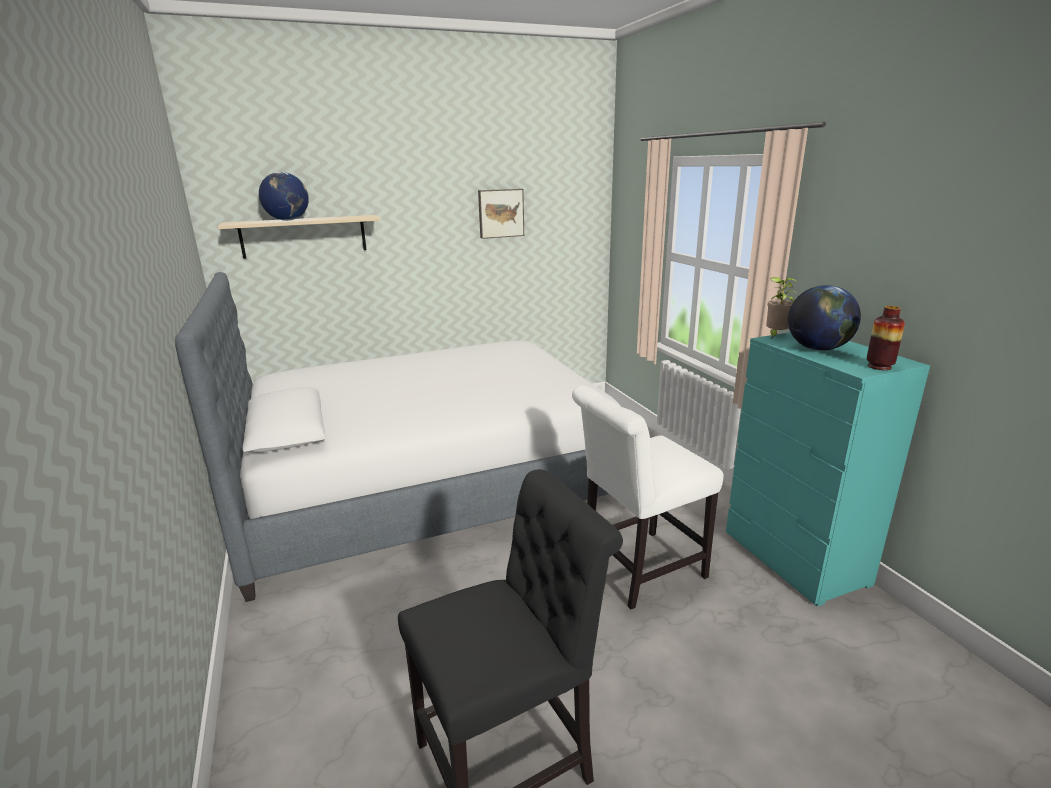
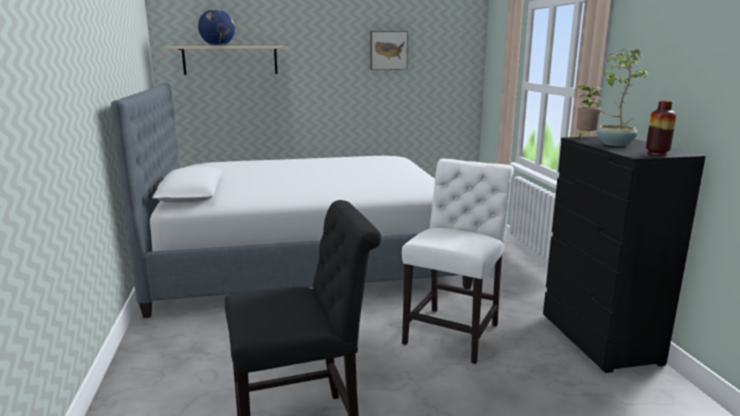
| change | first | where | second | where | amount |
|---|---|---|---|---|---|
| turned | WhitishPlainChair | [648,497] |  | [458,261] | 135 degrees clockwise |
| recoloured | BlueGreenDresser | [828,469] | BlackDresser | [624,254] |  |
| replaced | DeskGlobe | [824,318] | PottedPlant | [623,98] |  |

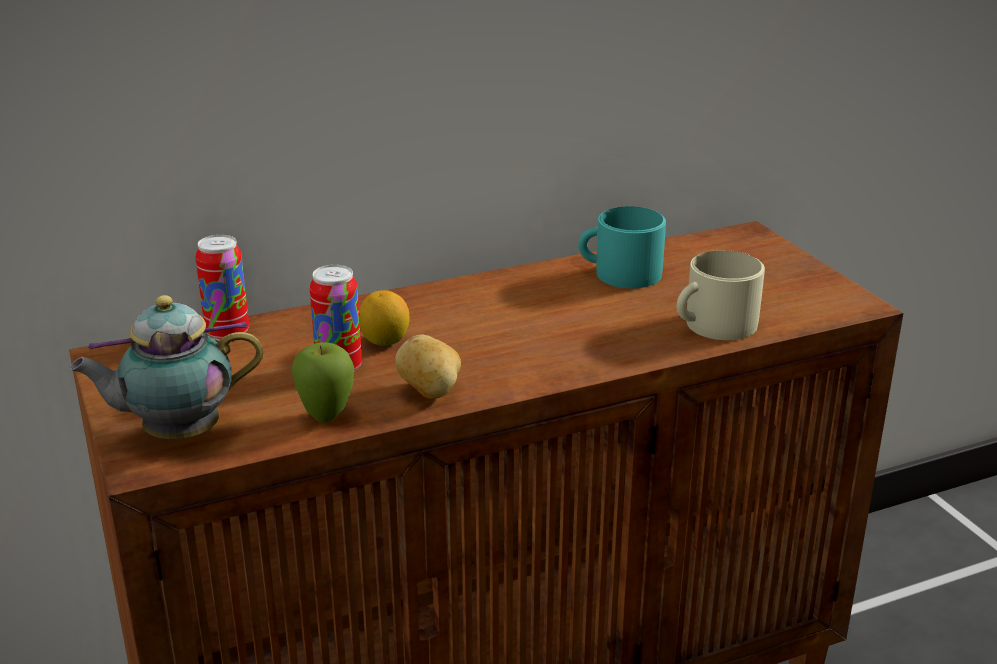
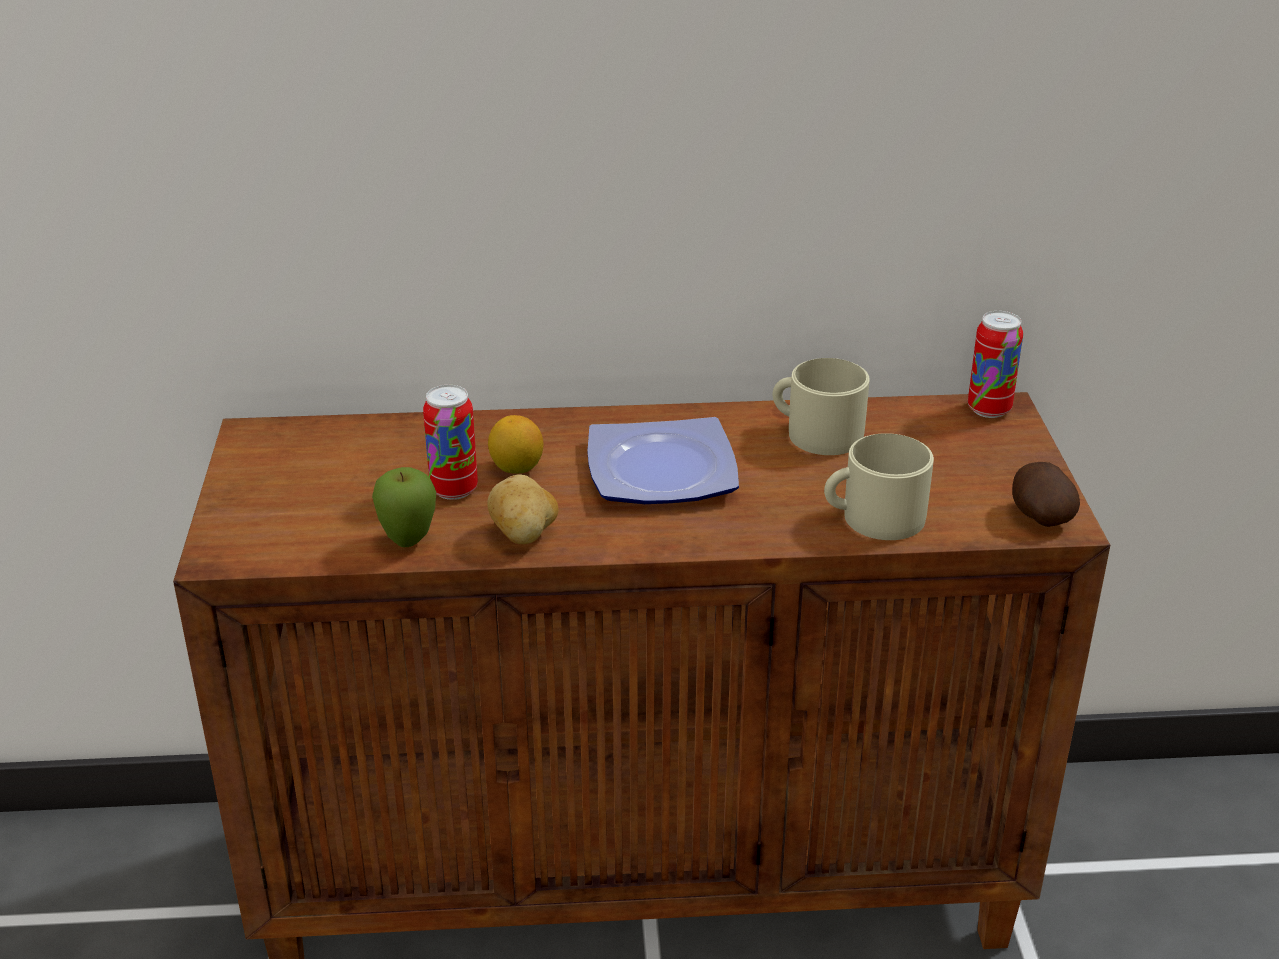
| change | first | where | second | where | amount |
|---|---|---|---|---|---|
| removed | Teapot | [166,367] |  |  |  |
| moved | MetalCan | [222,288] |  | [995,364] |  |
| recoloured | BlueGreenCoffeeMug | [622,247] | SandColouredCoffeeMug | [821,406] |  |
| added |  |  | Plate | [663,460] |  |
| added |  |  | WholePotato | [1046,494] |  |

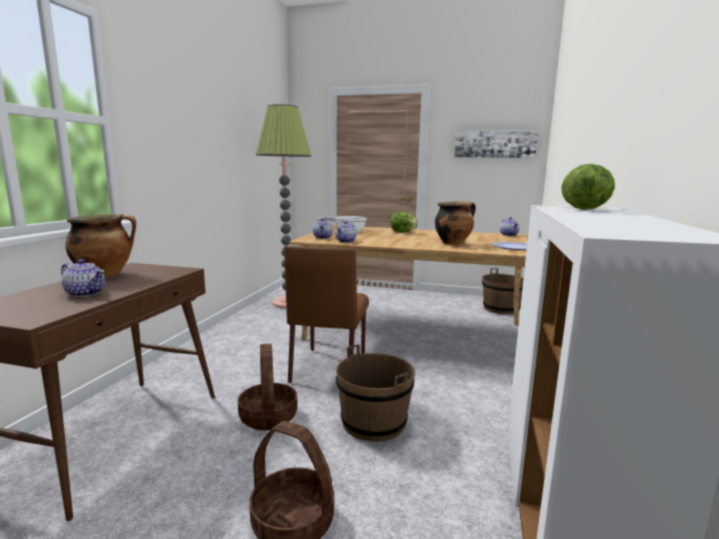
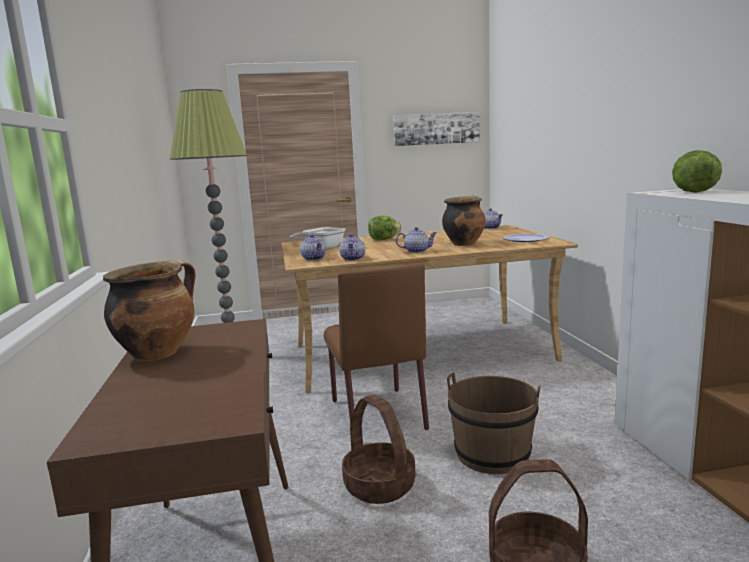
| change | first | where | second | where | amount |
|---|---|---|---|---|---|
| moved | Teapot | [83,278] |  | [416,240] |  |
| removed | BrownishBucket | [502,291] |  |  |  |

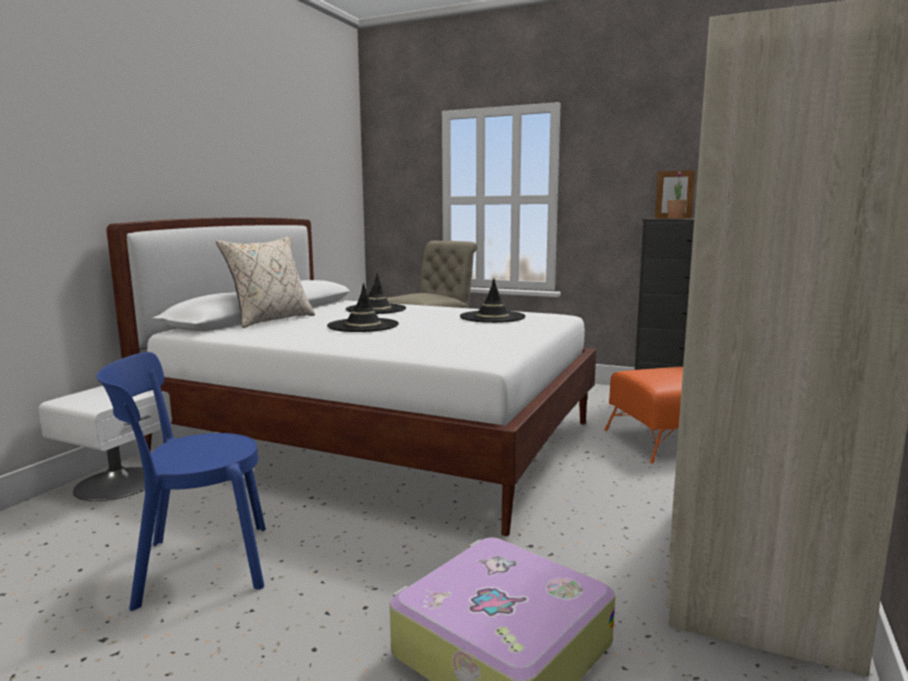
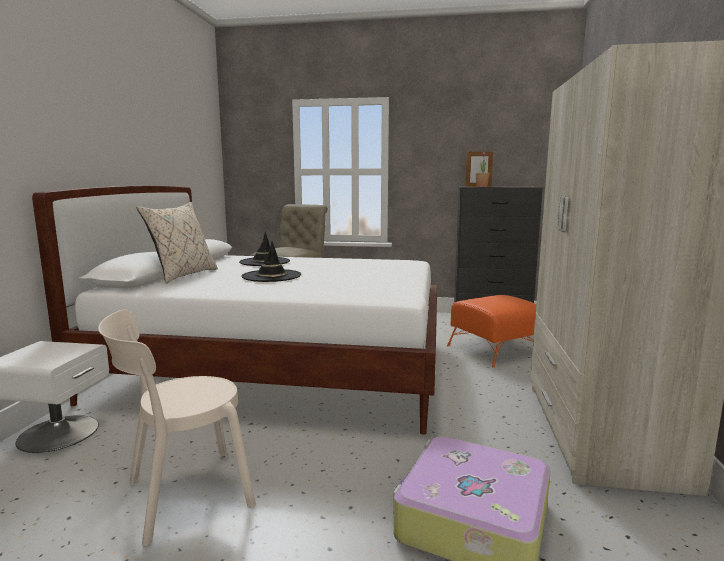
| change | first | where | second | where | amount |
|---|---|---|---|---|---|
| recoloured | BluePlainChair | [181,481] | SandColouredPlainChair | [177,428] |  |
| removed | BlackHat | [492,300] |  |  |  |

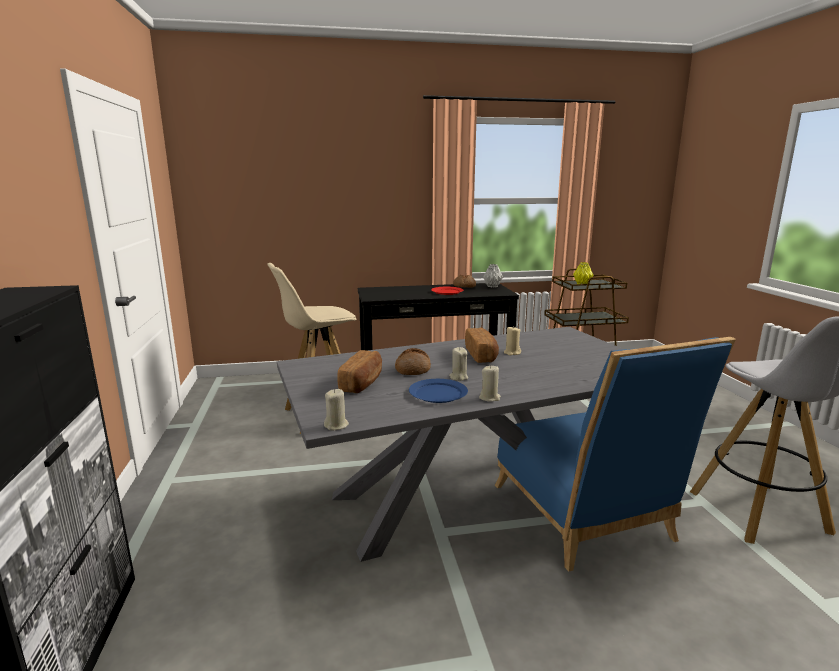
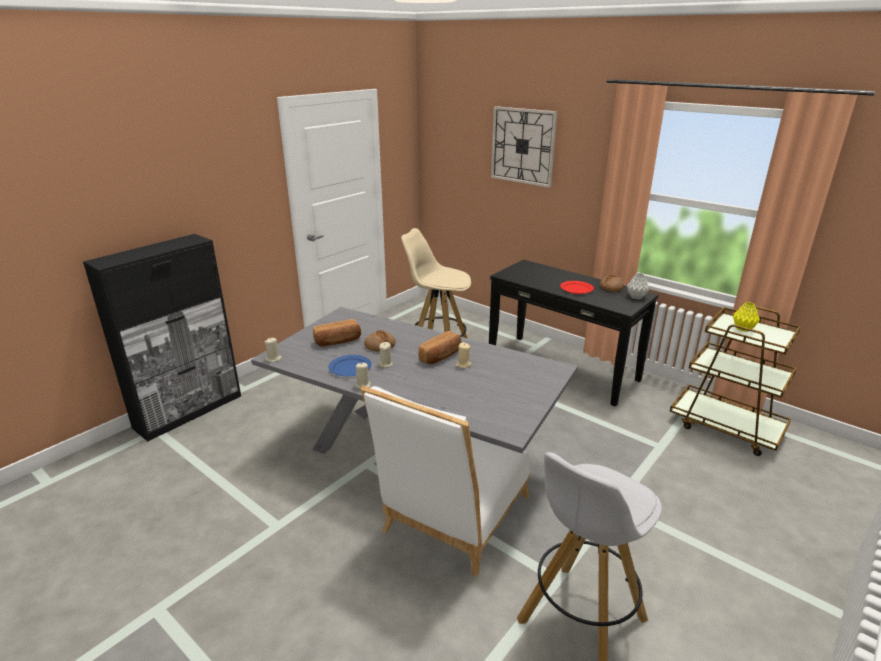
| change | first | where | second | where | amount |
|---|---|---|---|---|---|
| recoloured | BluePlainChair | [615,454] | WhitishPlainChair | [445,481] |  |
| added |  |  | WallClock | [524,146] |  |

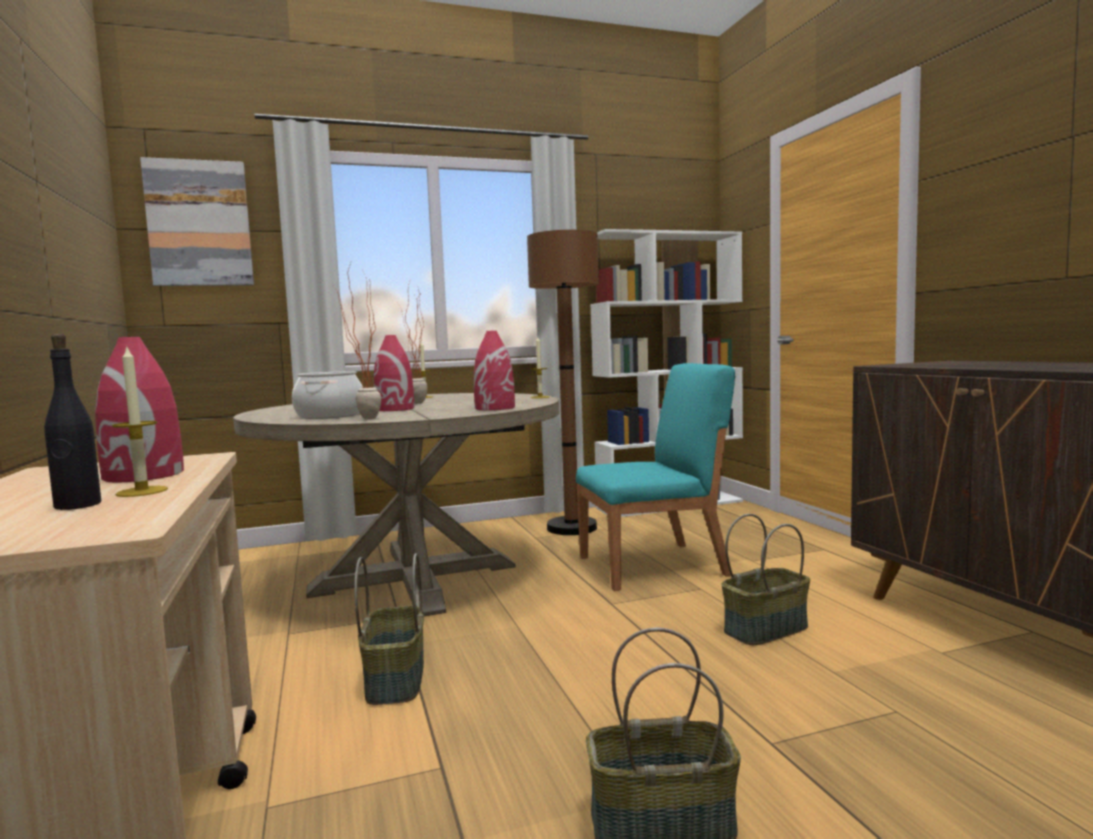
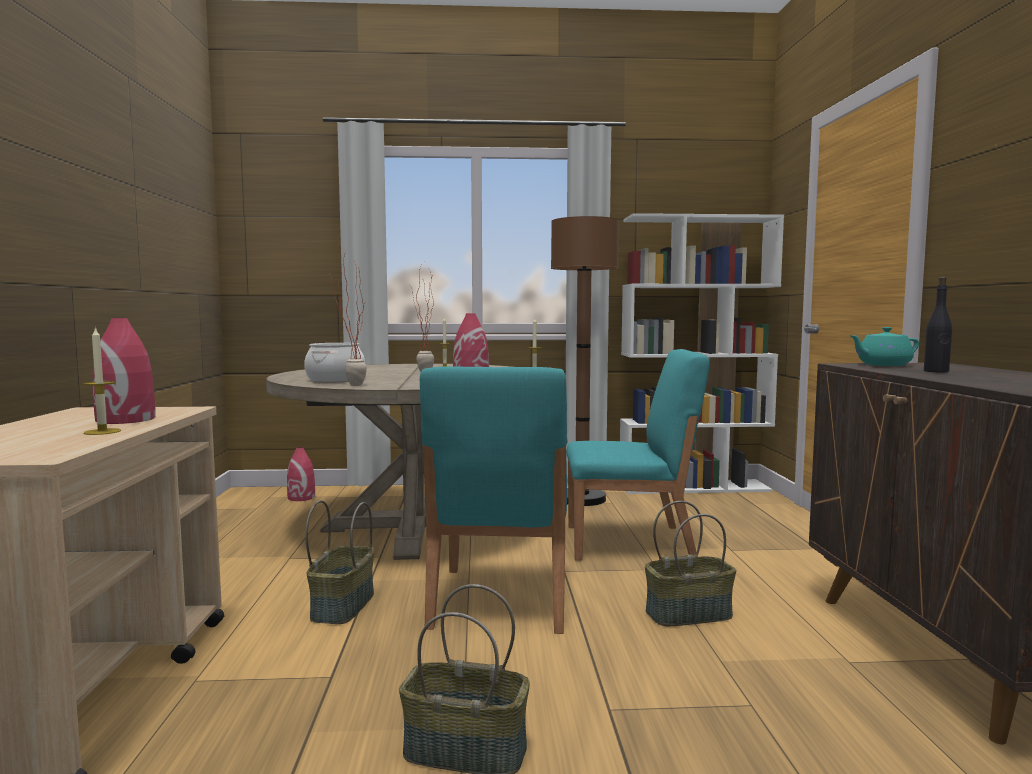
| change | first | where | second | where | amount |
|---|---|---|---|---|---|
| moved | BlackBeverageBottle | [72,422] |  | [938,325] |  |
| removed | WallArt | [197,221] |  |  |  |
| moved | ReddishFlowerVase | [394,373] |  | [301,474] |  |
| added |  |  | BlueGreenPlainChair | [494,500] |  |
| added |  |  | BlueGreenTeapot | [884,346] |  |

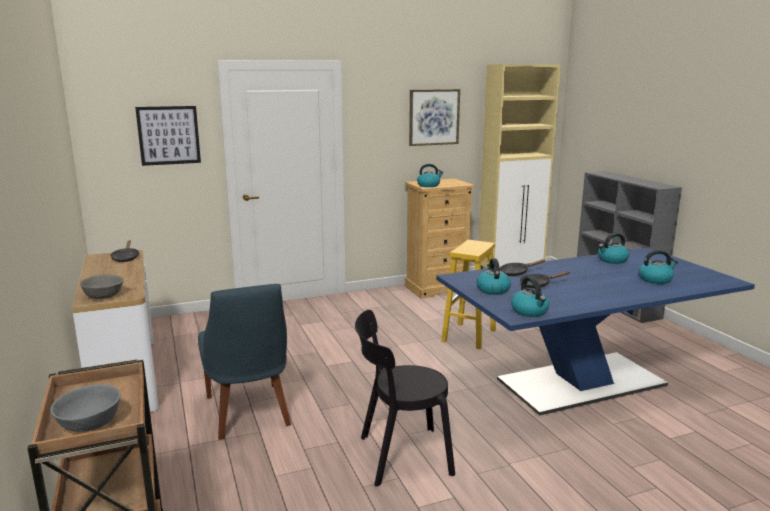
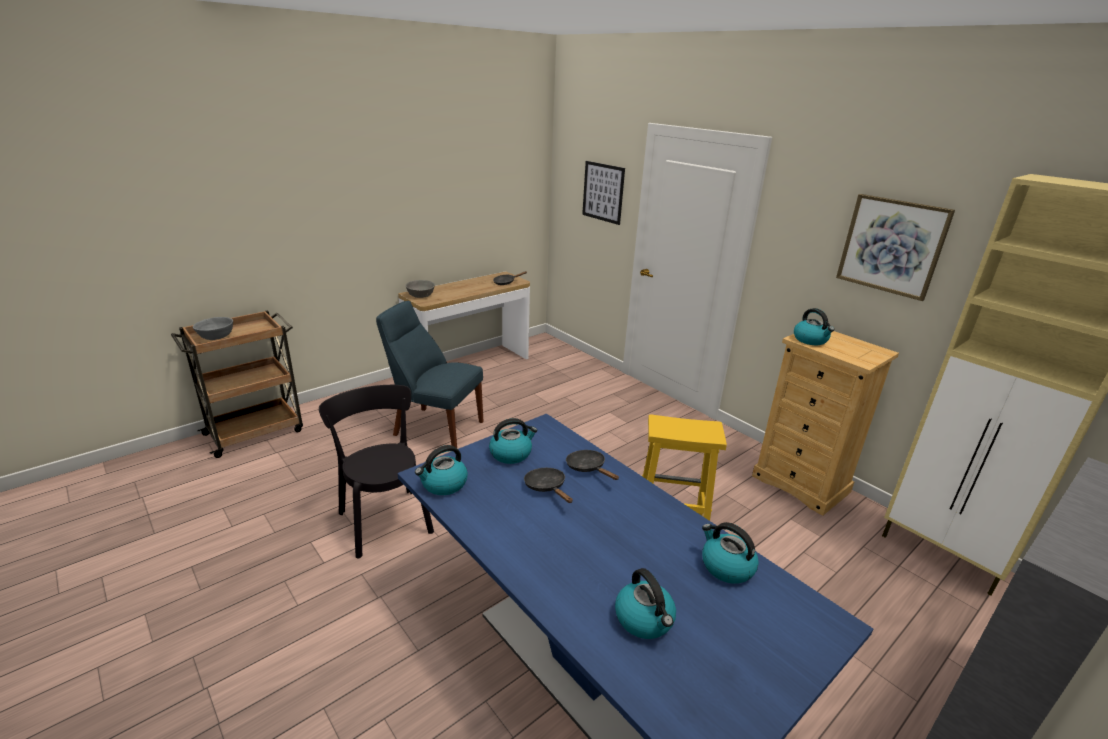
| change | first | where | second | where | amount |
|---|---|---|---|---|---|
| turned | BluePlainChair | [244,362] |  | [430,374] | 60 degrees clockwise |

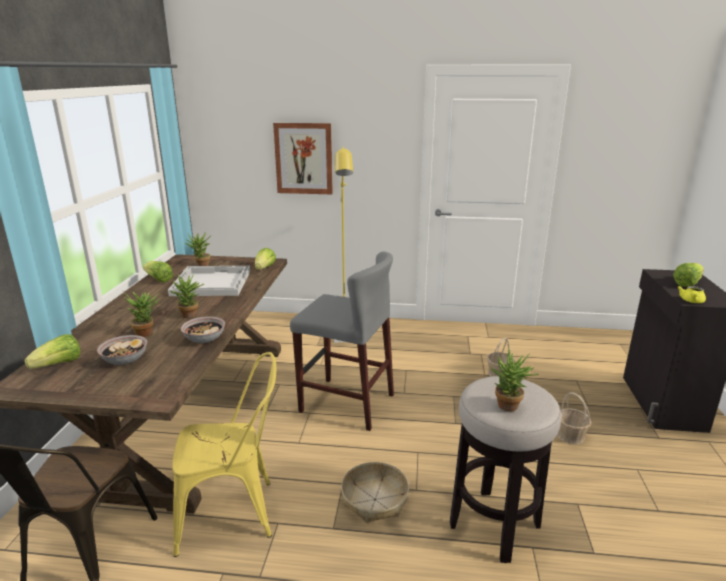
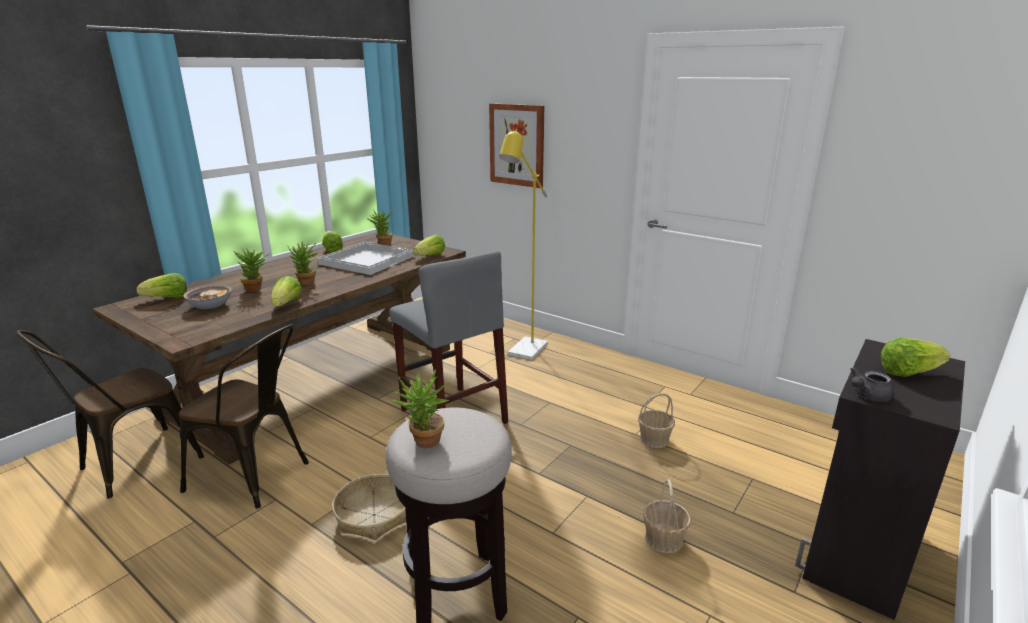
| change | first | where | second | where | amount |
|---|---|---|---|---|---|
| recoloured | YellowishPlainChair | [224,454] | BrownishPlainChair | [244,416] |  |
| replaced | DeepDish | [203,329] | Lettuce | [287,291] |  |
| recoloured | YellowishTeapot | [691,294] | GreyTeapot | [873,384] |  |

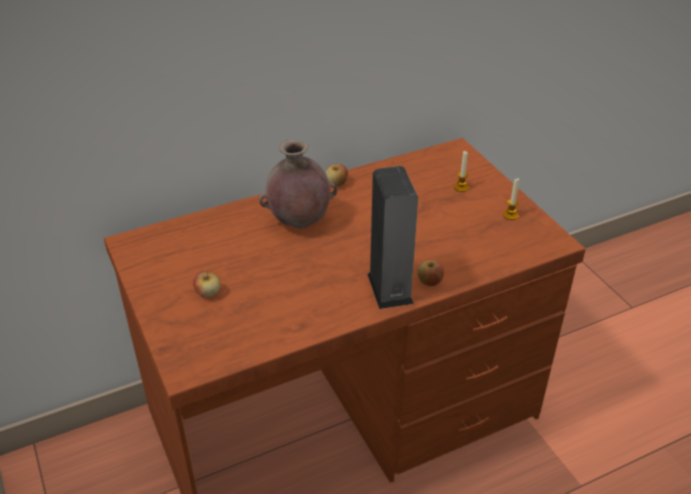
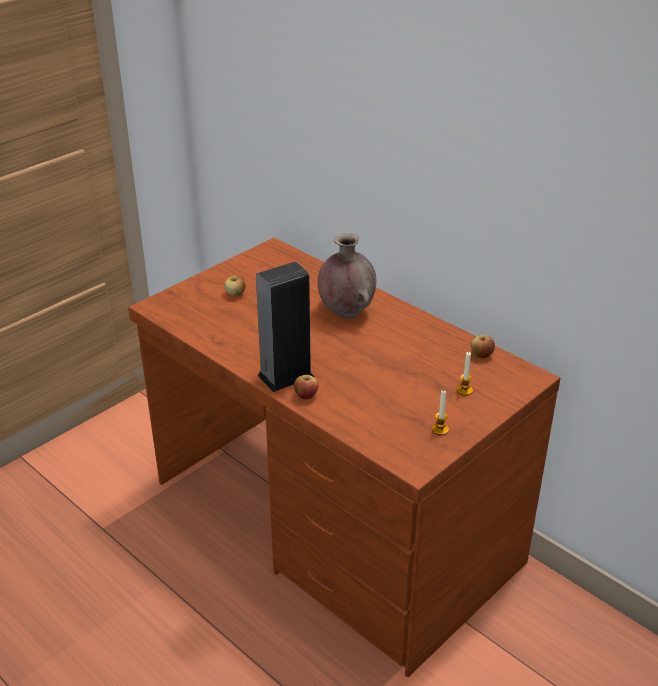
| change | first | where | second | where | amount |
|---|---|---|---|---|---|
| moved | AppleFruit | [337,175] |  | [483,346] |  |

